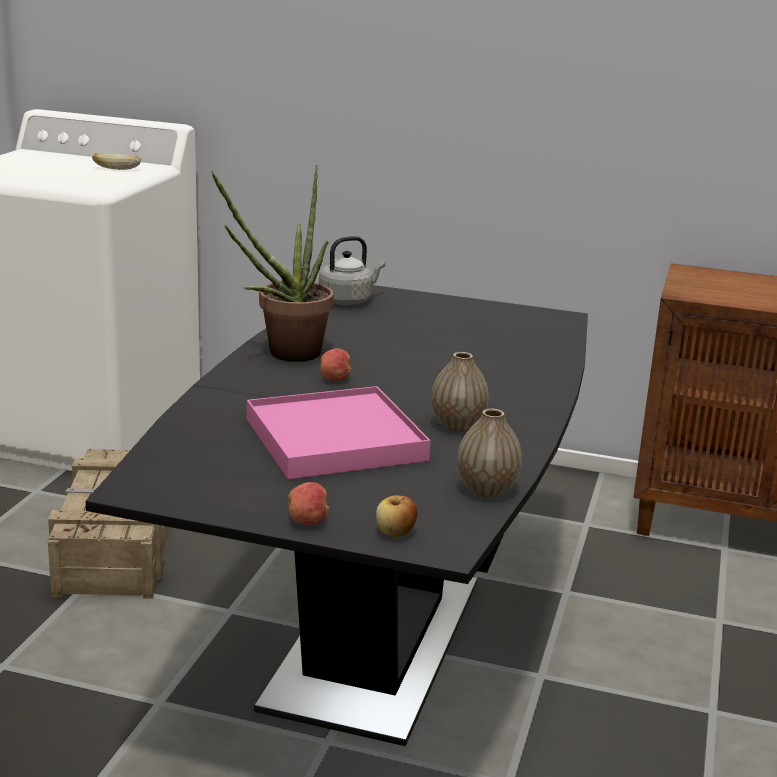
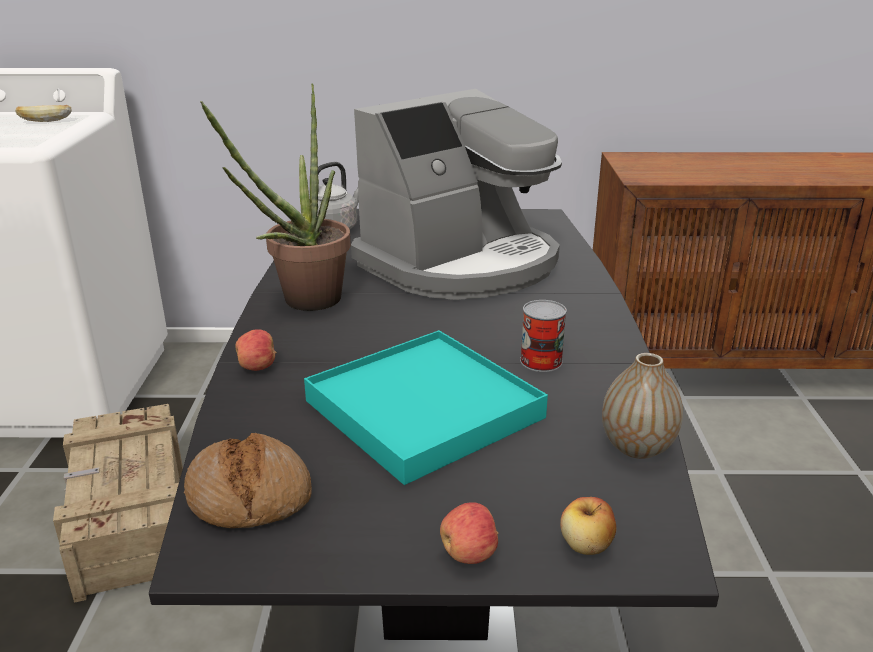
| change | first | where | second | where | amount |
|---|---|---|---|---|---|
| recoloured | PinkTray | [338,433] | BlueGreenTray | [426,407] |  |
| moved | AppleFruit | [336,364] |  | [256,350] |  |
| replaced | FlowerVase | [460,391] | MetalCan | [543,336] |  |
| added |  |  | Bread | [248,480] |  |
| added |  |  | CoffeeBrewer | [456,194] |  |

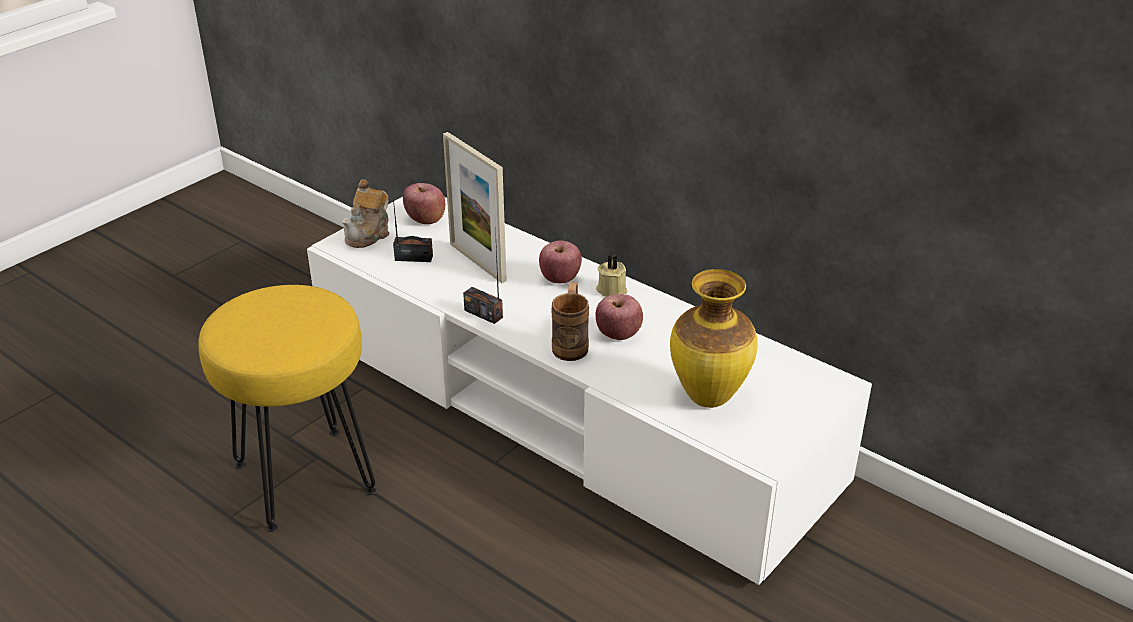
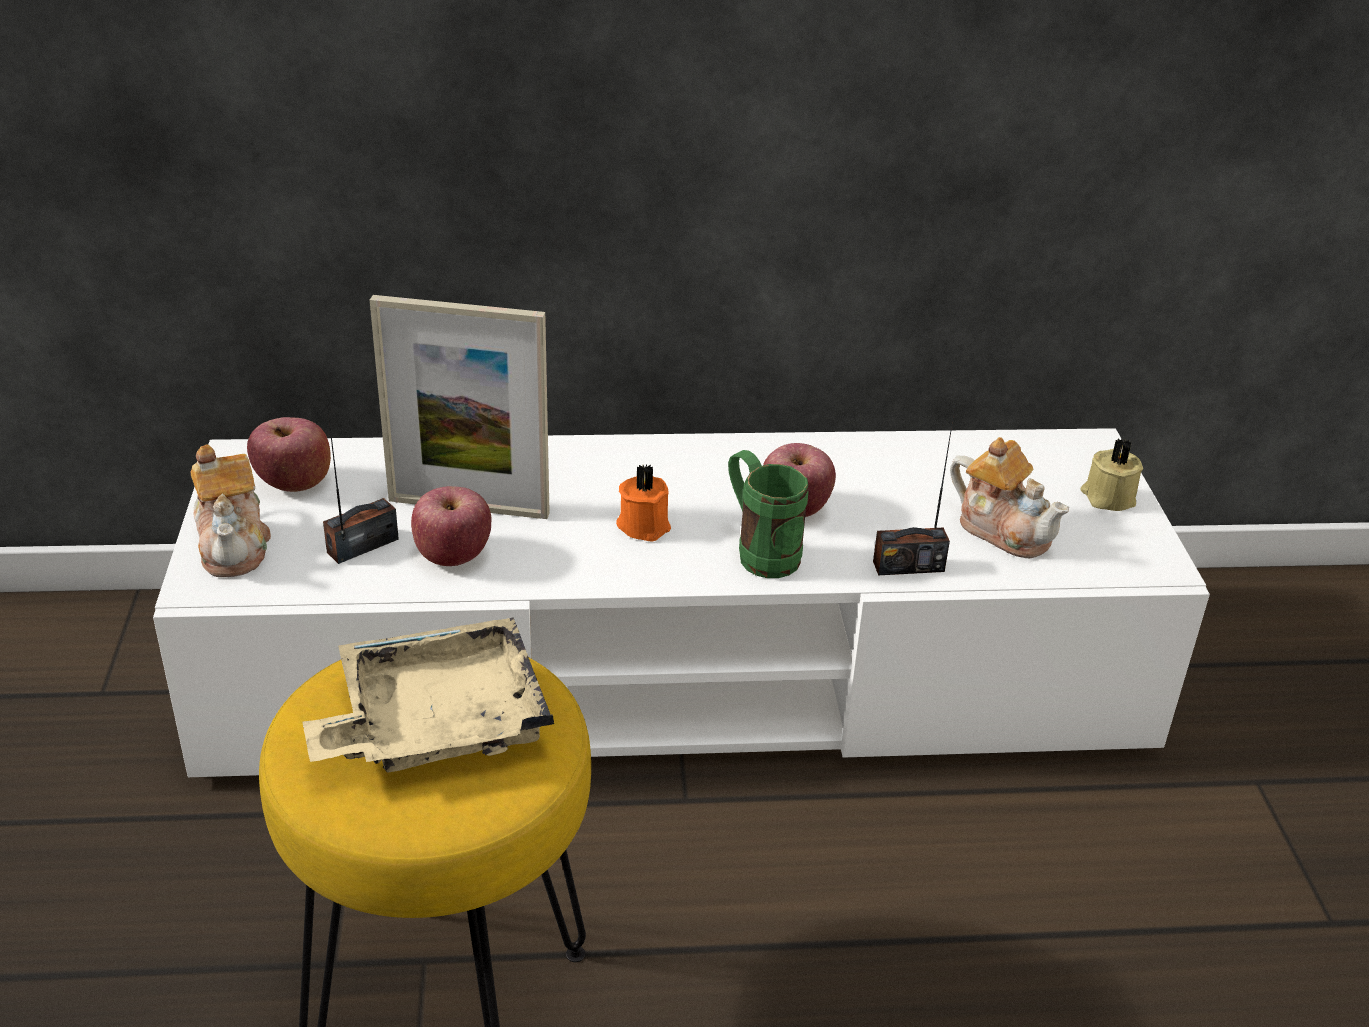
| change | first | where | second | where | amount |
|---|---|---|---|---|---|
| moved | RadioSet | [483,275] |  | [914,489] |  |
| moved | AppleFruit | [560,262] |  | [451,526] |  |
| recoloured | BrownishCoffeeMug | [570,321] | GreenColouredCoffeeMug | [768,514] |  |
| moved | SandColouredWaxLight | [611,275] |  | [1111,474] |  |
| replaced | FlowerVase | [714,338] | Teapot | [1009,497] |  |
| added |  |  | SandColouredTray | [428,694] |  |
| added |  |  | OrangeWaxLight | [643,503] |  |

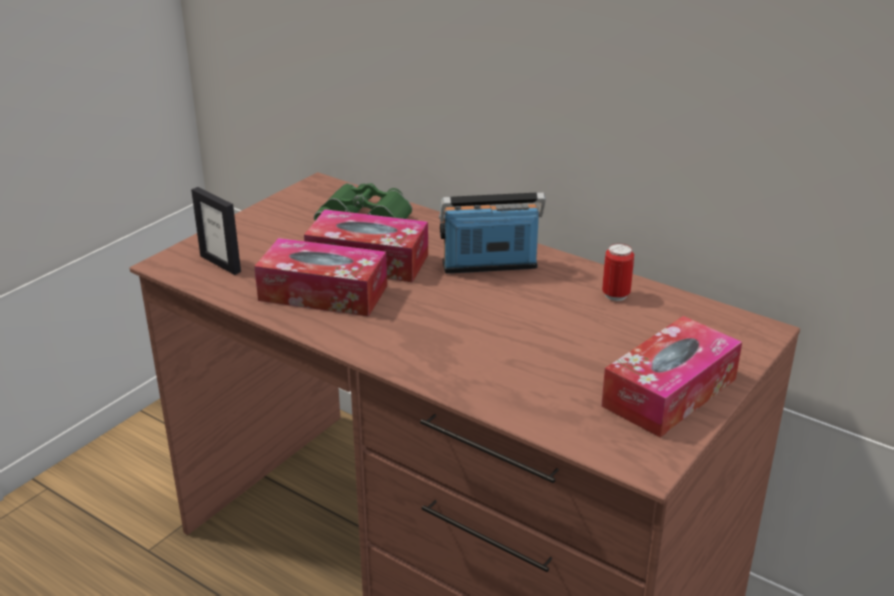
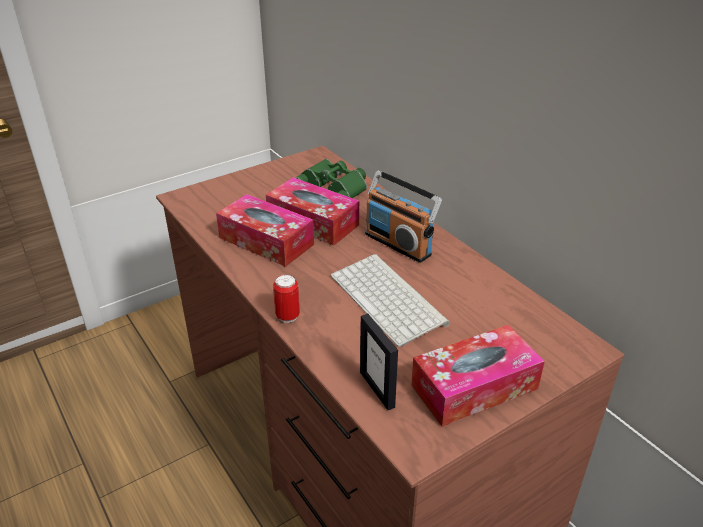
| change | first | where | second | where | amount |
|---|---|---|---|---|---|
| moved | StandingFrame | [216,231] |  | [379,361] |  |
| turned | RadioSet | [492,233] |  | [403,216] | 150 degrees counterclockwise |
| moved | MetalCan | [618,272] |  | [286,298] |  |
| added |  |  | ComputerKeyboard | [390,300] |  |

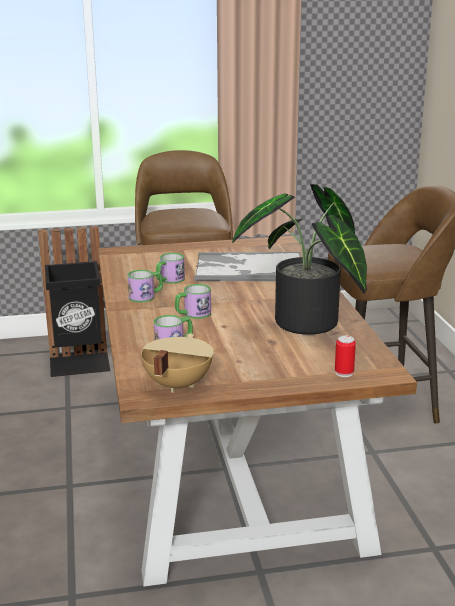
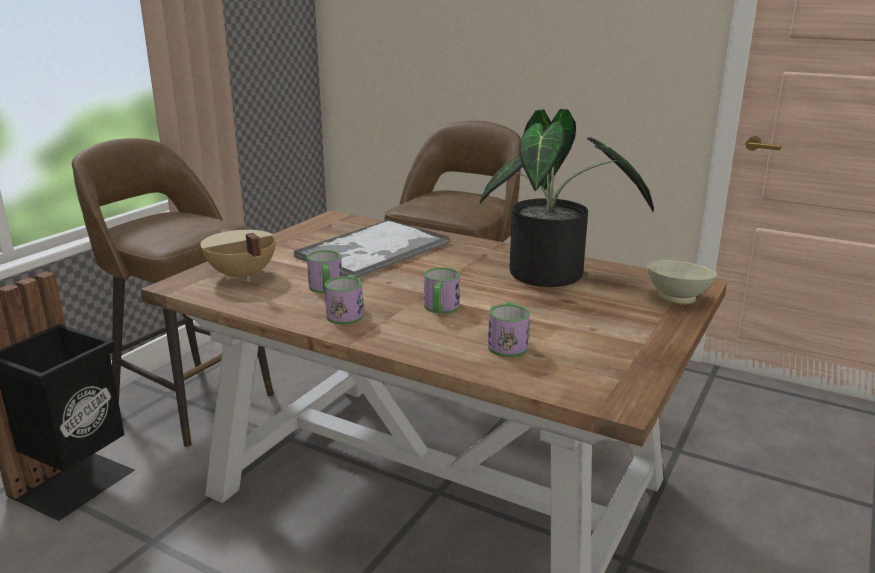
| change | first | where | second | where | amount |
|---|---|---|---|---|---|
| moved | SandColouredStockpot | [177,363] |  | [238,255] |  |
| replaced | MetalCan | [345,356] | SandColouredDeepDish | [682,282] |  |

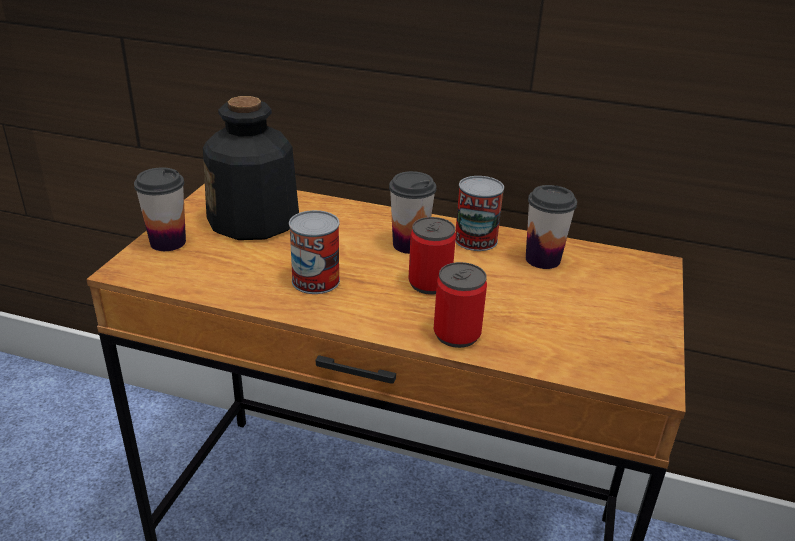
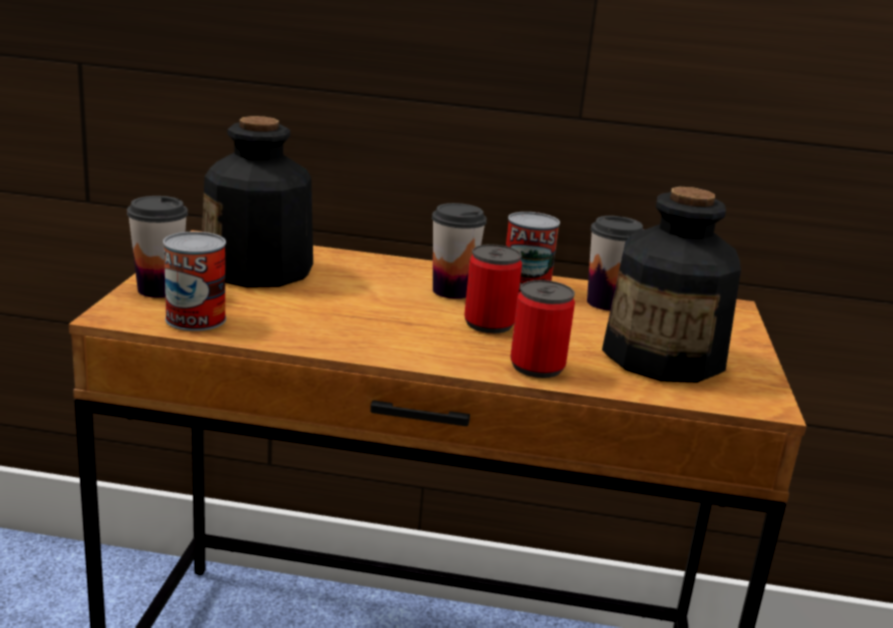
| change | first | where | second | where | amount |
|---|---|---|---|---|---|
| moved | MetalCan | [314,252] |  | [194,281] |  |
| added |  |  | BeverageBottle | [671,285] |  |

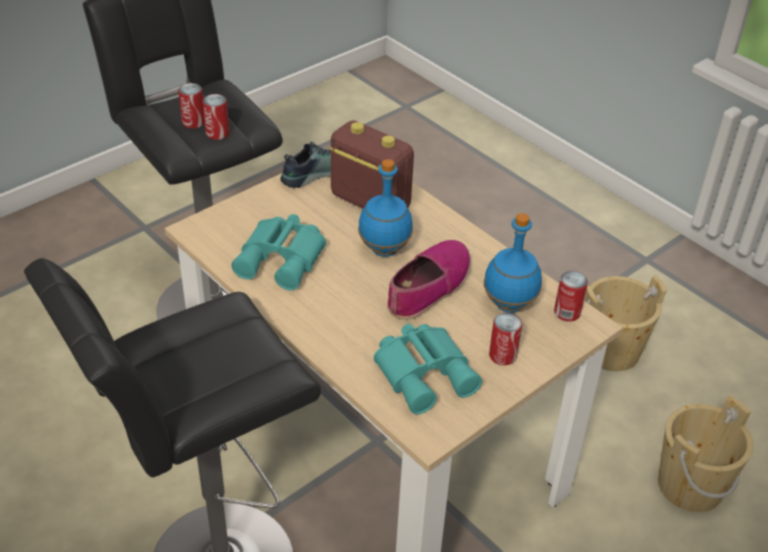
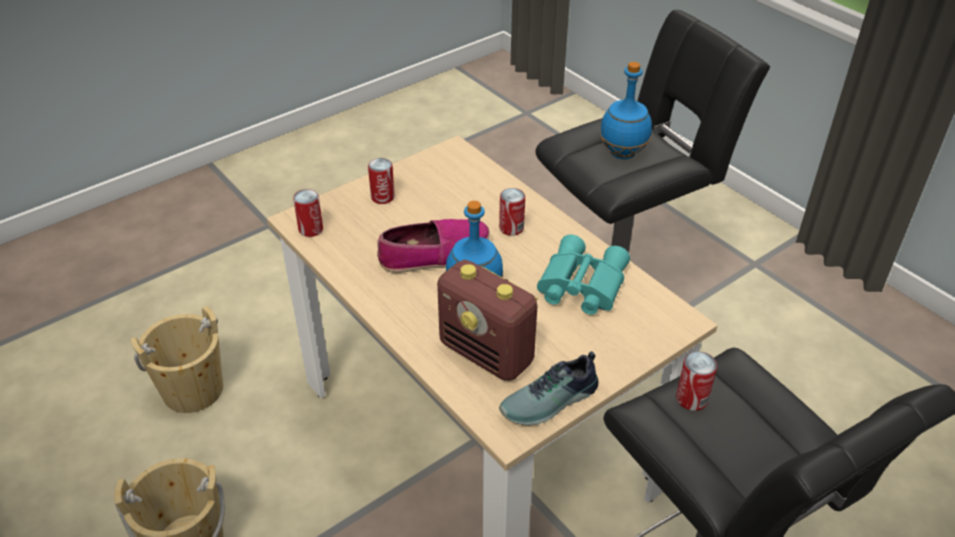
| change | first | where | second | where | amount |
|---|---|---|---|---|---|
| moved | MetalCan | [191,105] |  | [512,212] |  |
| removed | BlueGreenBinoculars | [428,369] |  |  |  |
| turned | ItemOfFootwear | [429,280] |  | [433,246] | 150 degrees counterclockwise |
| moved | BlueBeverageBottle | [513,263] |  | [626,110] |  |

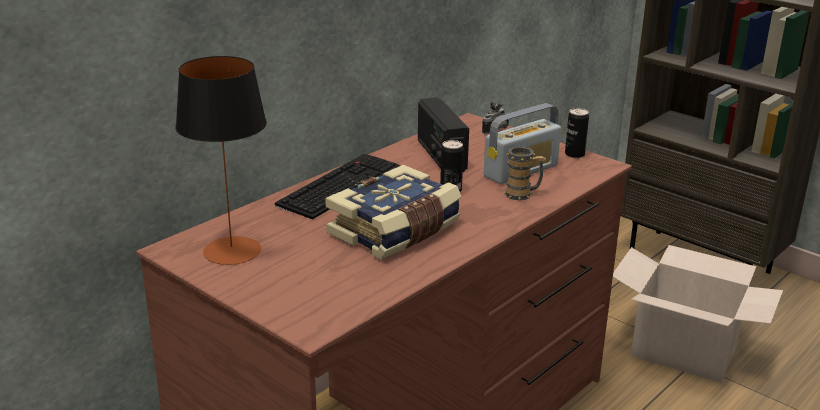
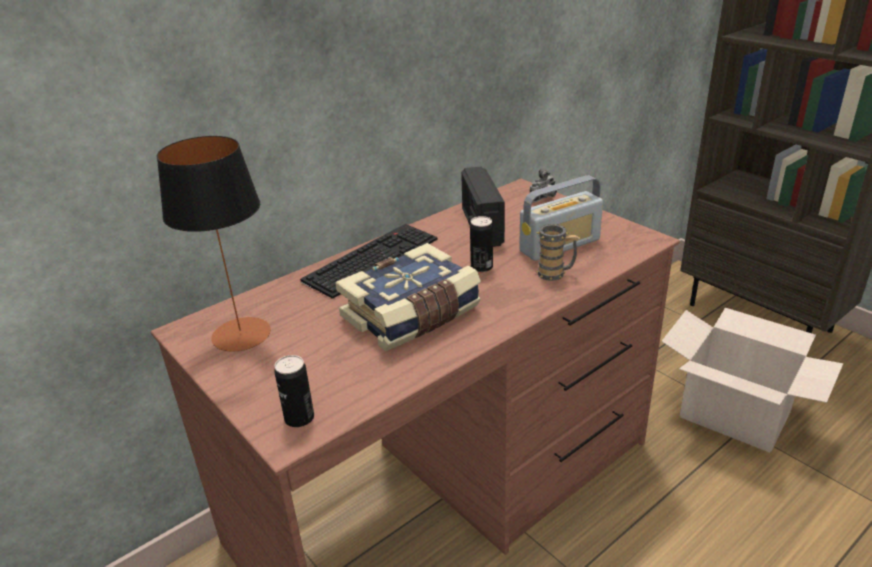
| change | first | where | second | where | amount |
|---|---|---|---|---|---|
| moved | MetalCan | [577,133] |  | [294,391] |  |

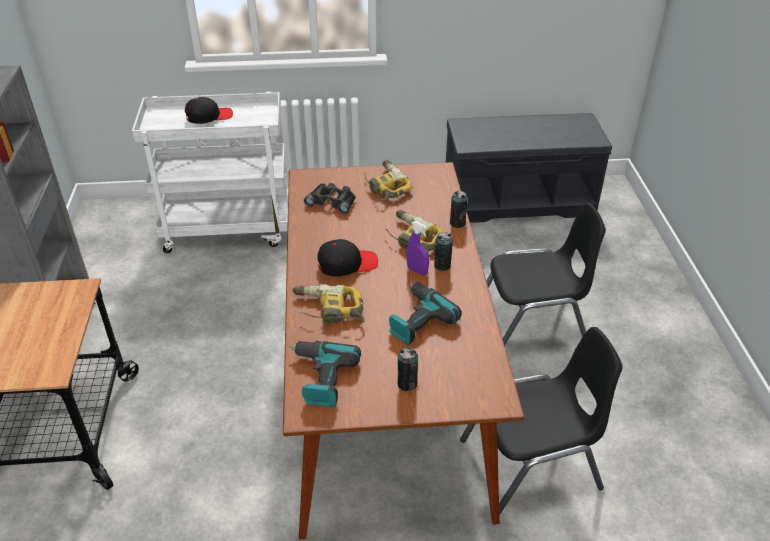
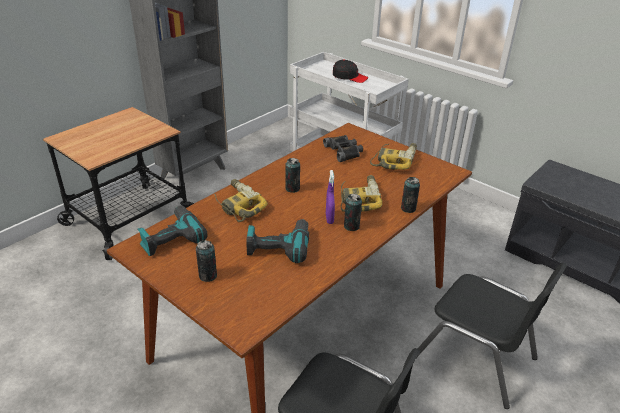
| change | first | where | second | where | amount |
|---|---|---|---|---|---|
| replaced | BlackPeakedCap | [347,258] | MetalCan | [292,175] |  |

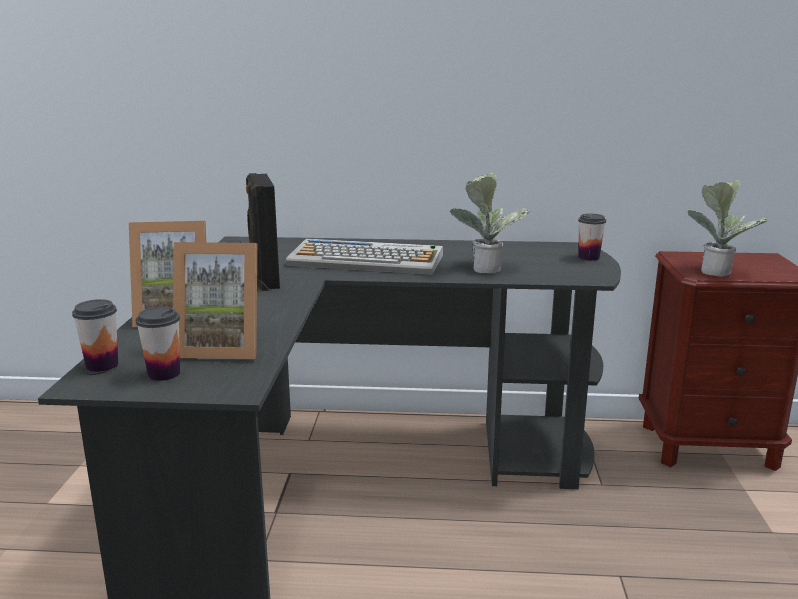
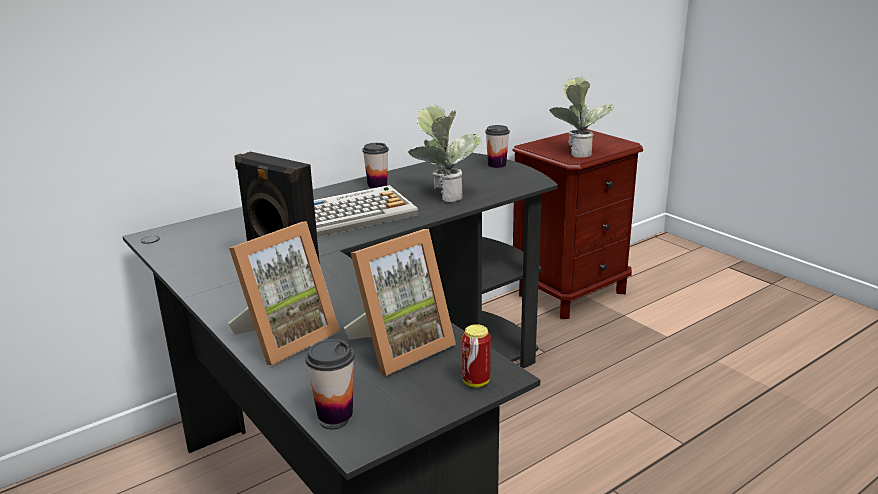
| change | first | where | second | where | amount |
|---|---|---|---|---|---|
| moved | Cup | [158,344] |  | [375,165] |  |
| added |  |  | MetalCan | [476,355] |  |

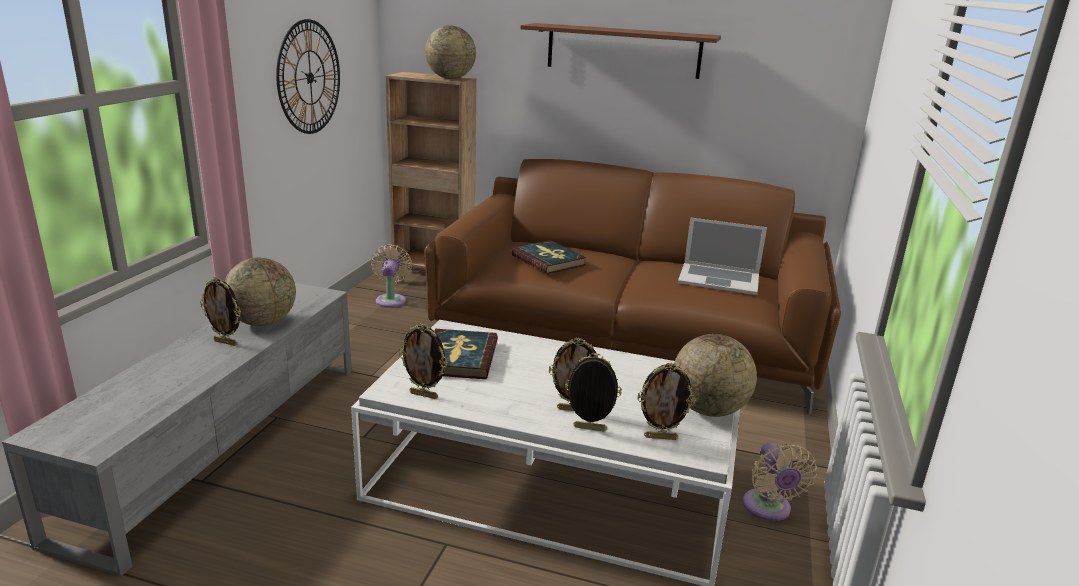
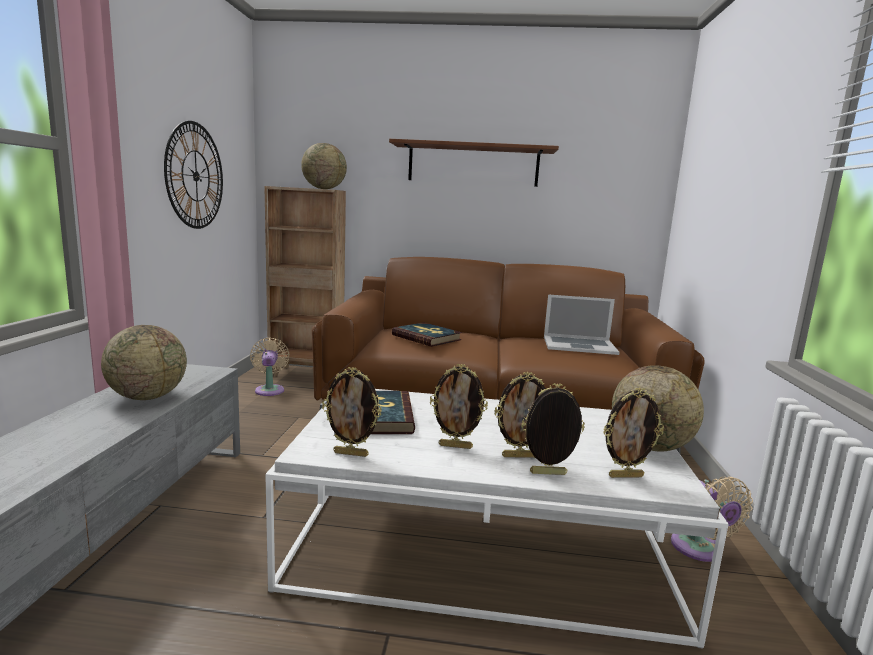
| change | first | where | second | where | amount |
|---|---|---|---|---|---|
| moved | StandingFrame | [220,311] |  | [459,406] |  |

